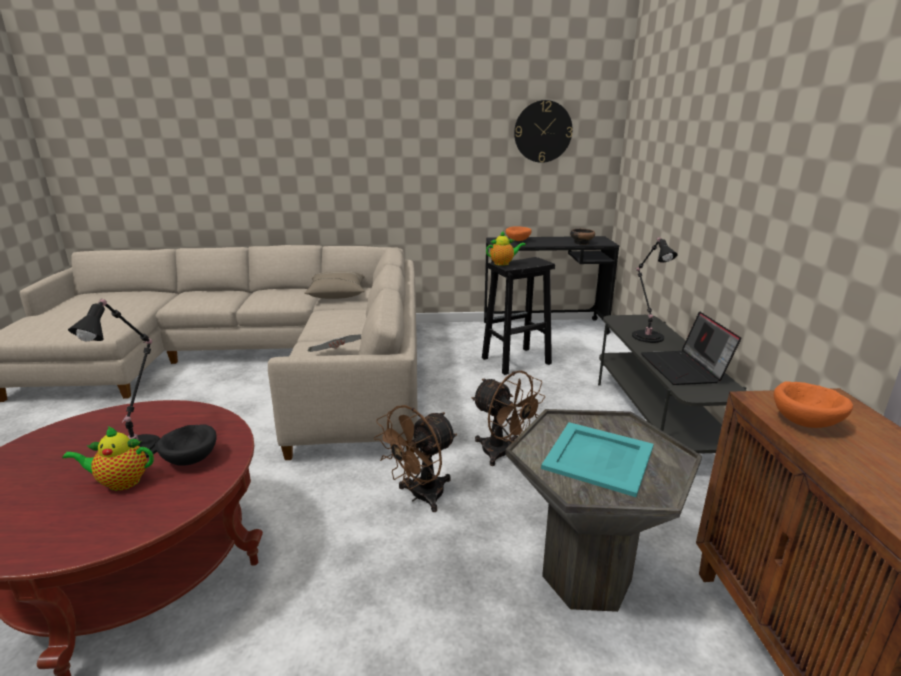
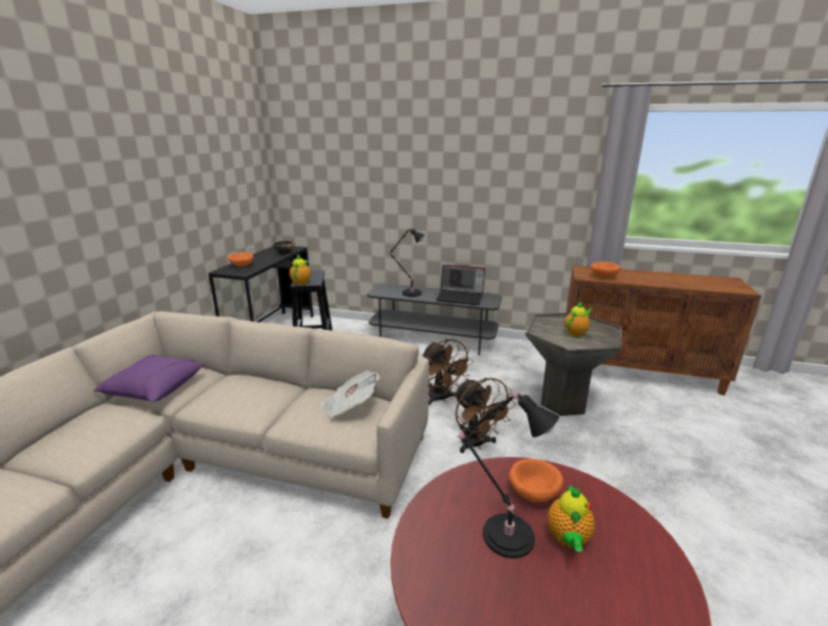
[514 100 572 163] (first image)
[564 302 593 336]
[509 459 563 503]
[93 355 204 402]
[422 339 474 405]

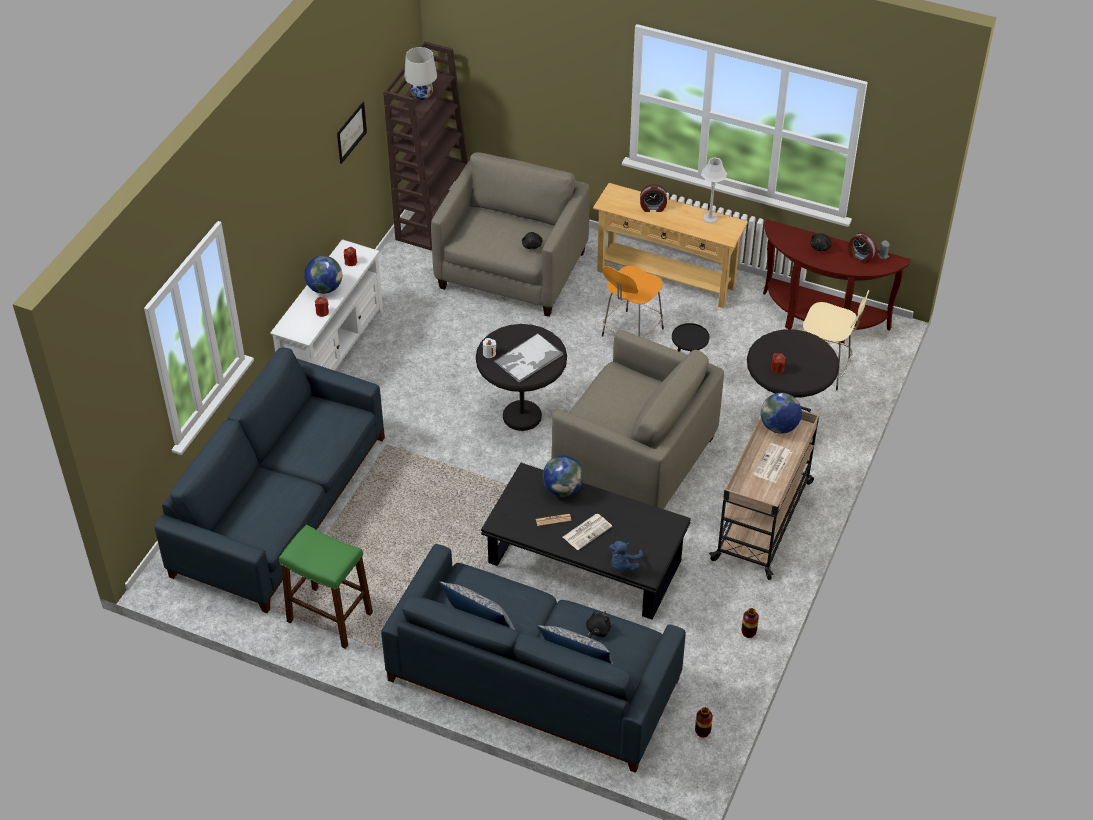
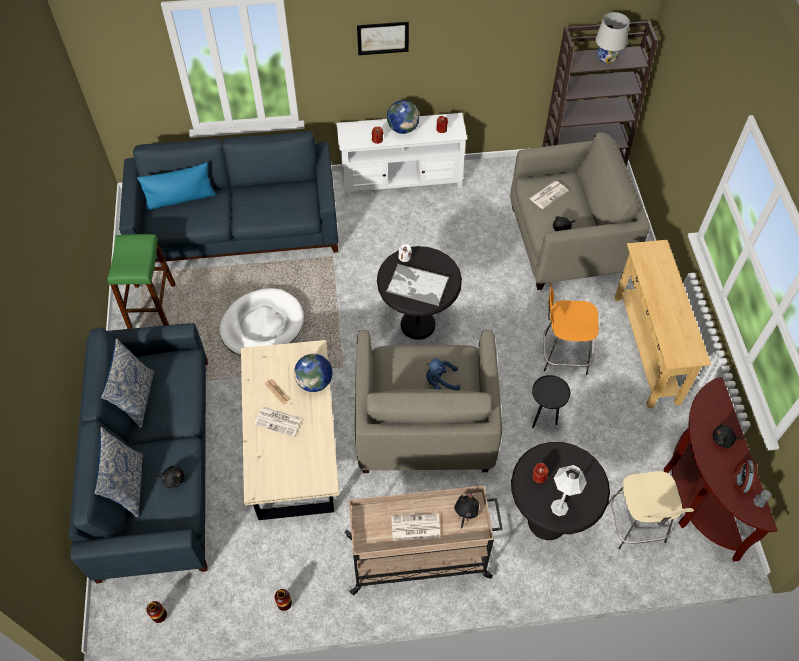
[640 184 667 212] (first image)
[137 162 216 210]
[219 288 304 355]
[529 181 569 209]
[357 22 409 55]
[426 358 460 390]
[551 465 587 516]
[454 493 479 529]
[241 340 339 520]

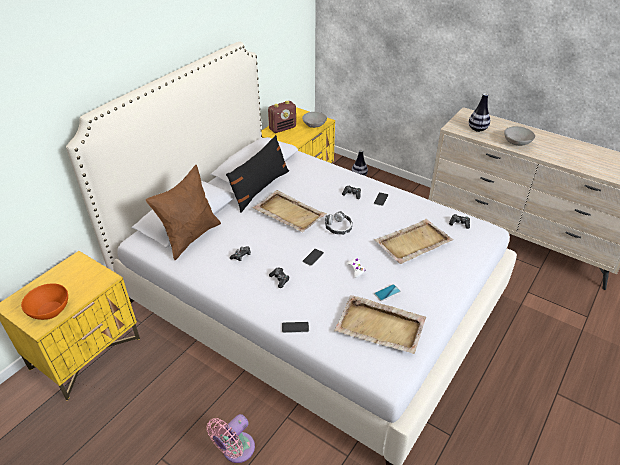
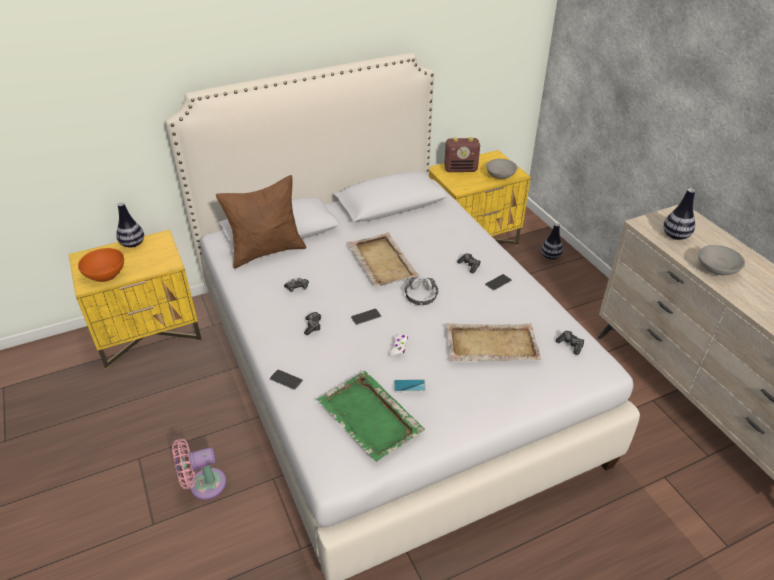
[226 135 289 213] (first image)
[116 202 144 247]
[317 371 425 462]

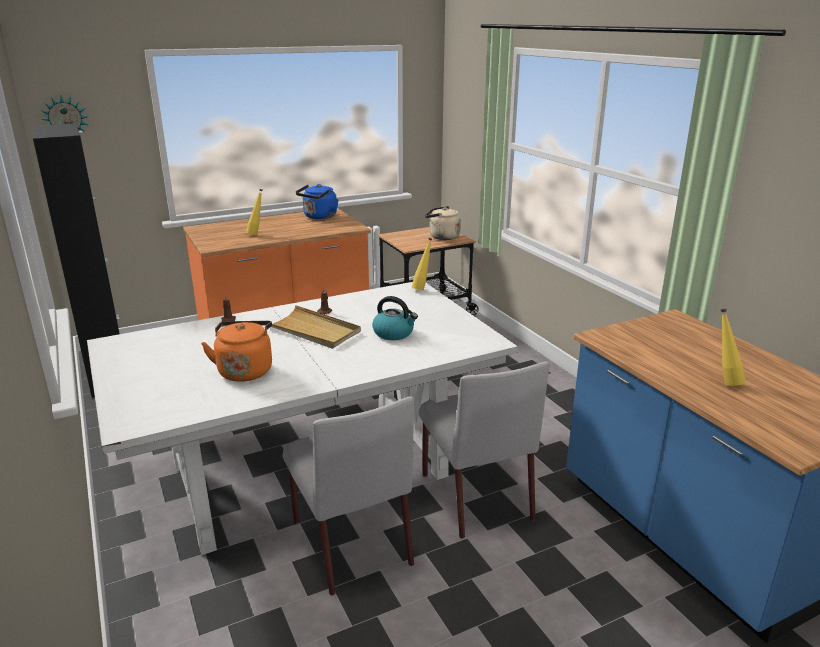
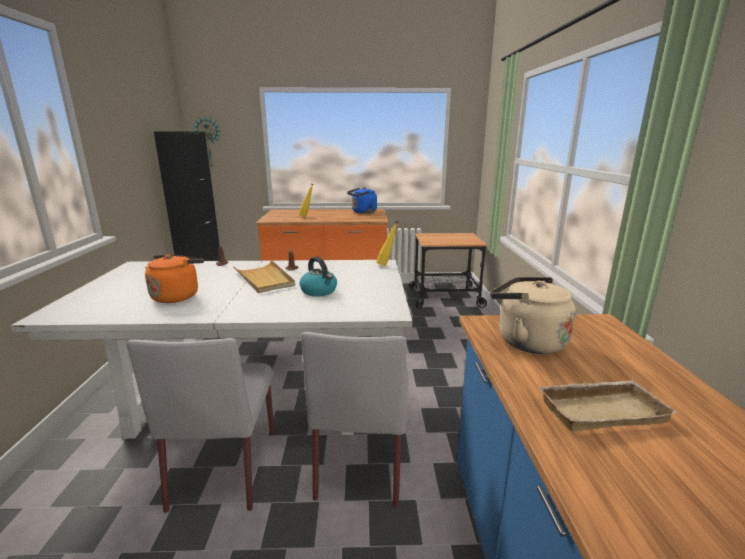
[490 277 576 354]
[537 380 678 431]

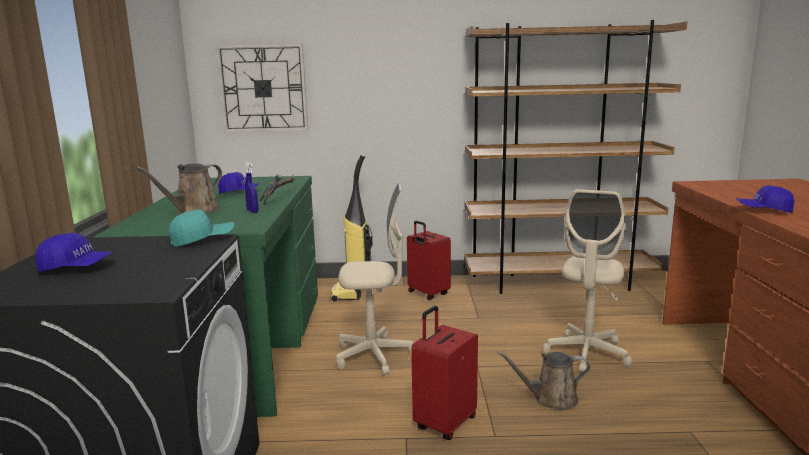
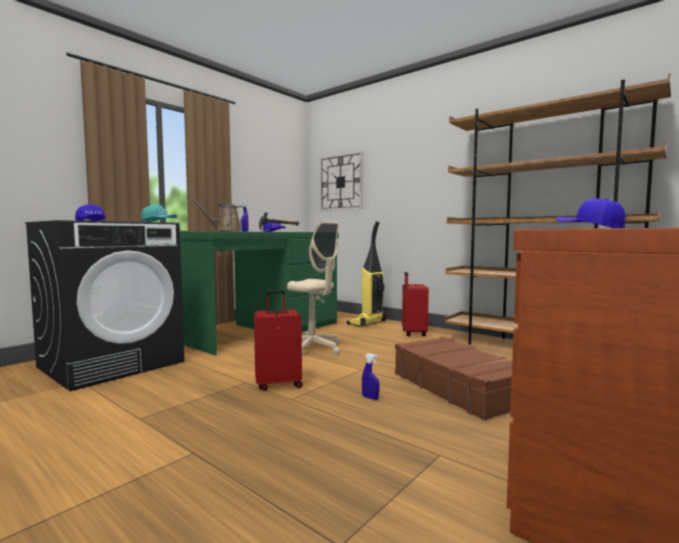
[362 353 379 400]
[395 337 512 420]

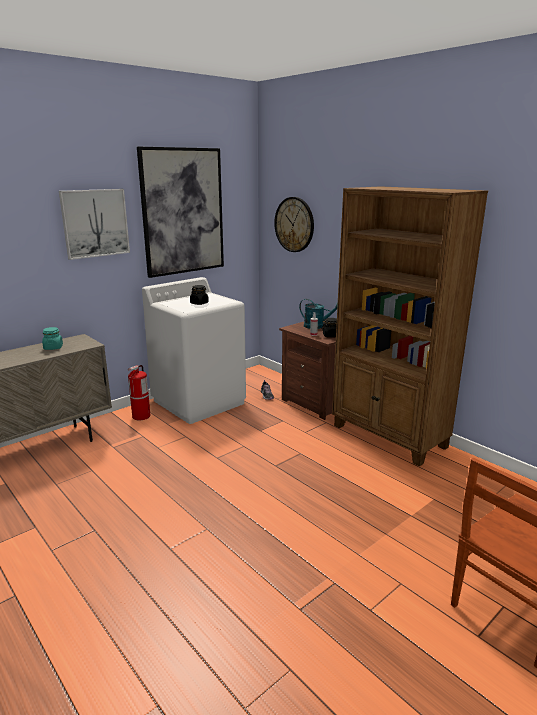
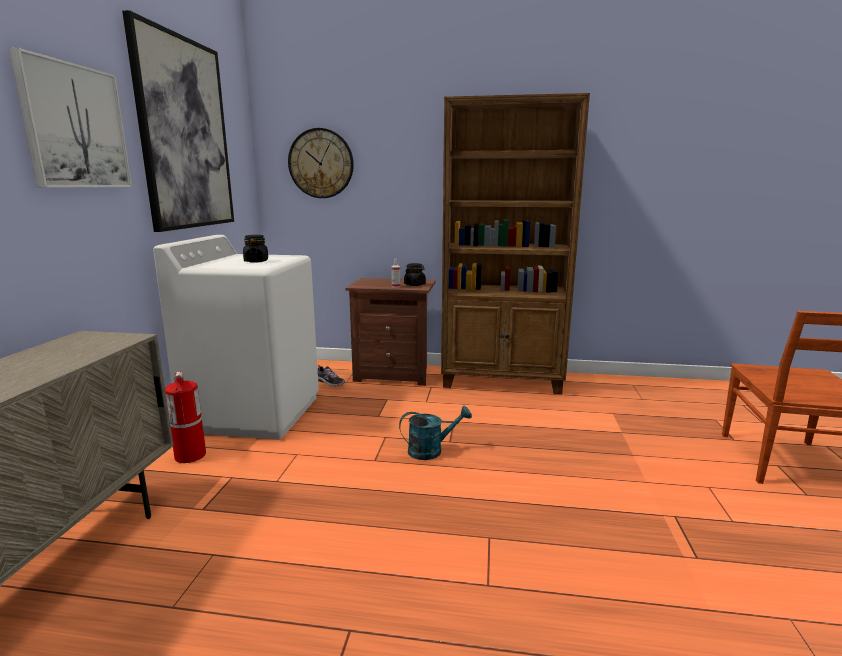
[42 327 63 350] (first image)
[399 406 472 460]

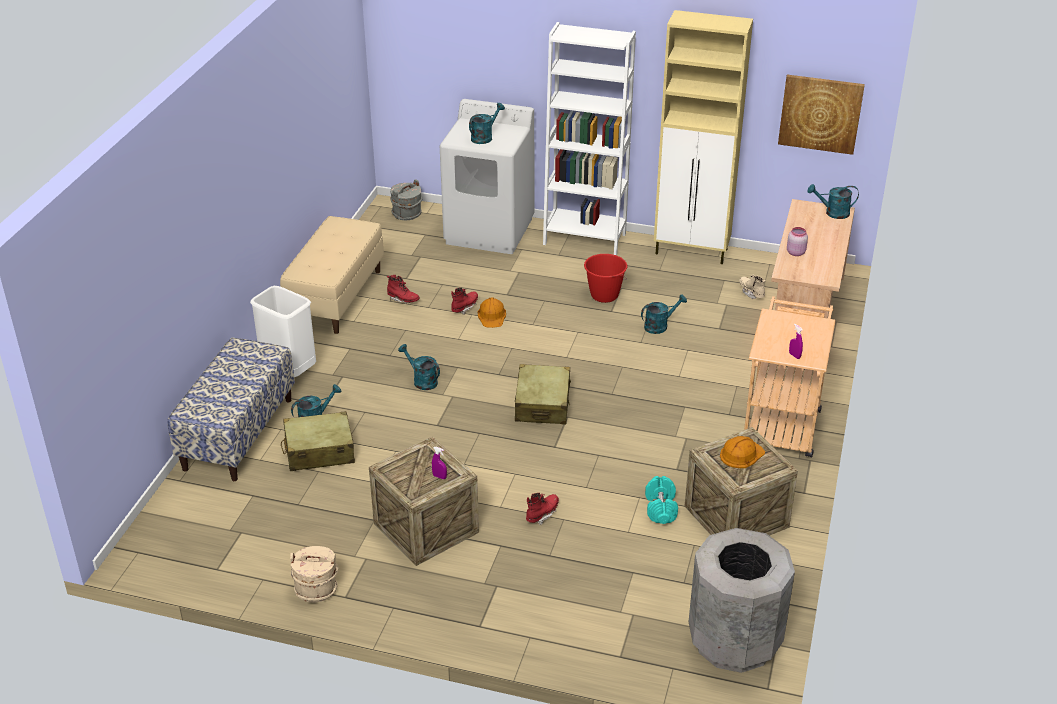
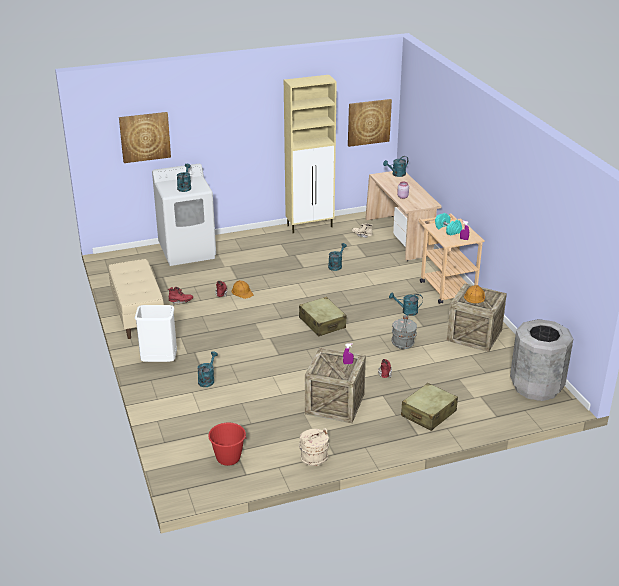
[167 337 295 481] (first image)
[543 22 636 255] (first image)
[119 112 171 163]
[401 383 458 431]
[391 315 417 349]
[389 292 423 316]
[208 423 247 466]
[435 213 462 235]

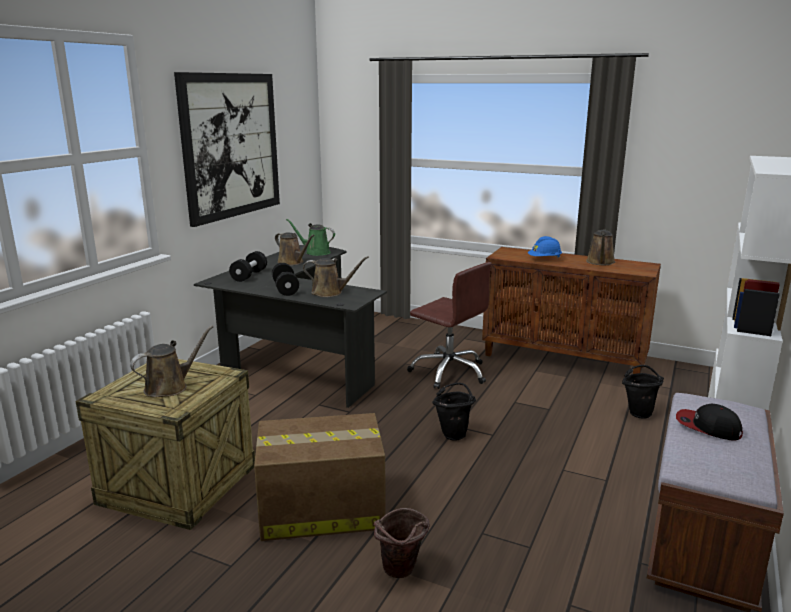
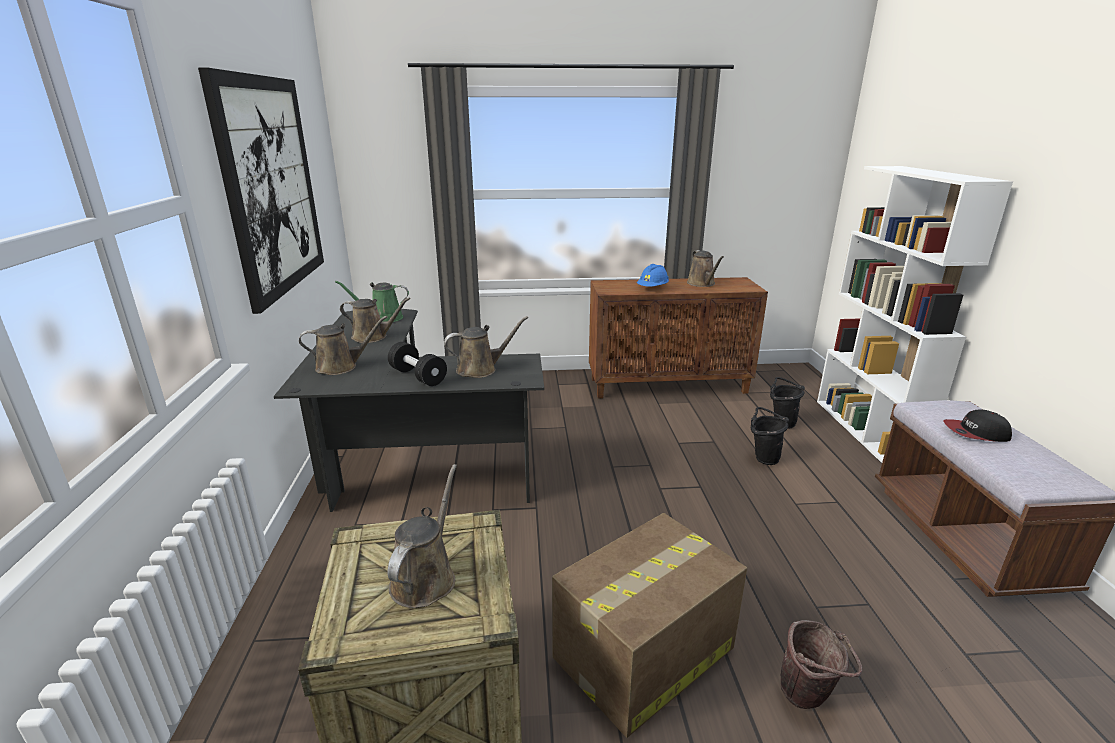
[407 262 492 389] (first image)
[751 407 789 465]
[299 316 388 375]

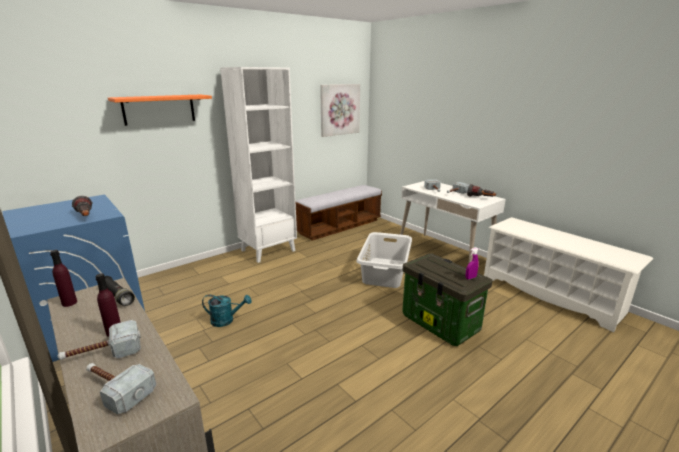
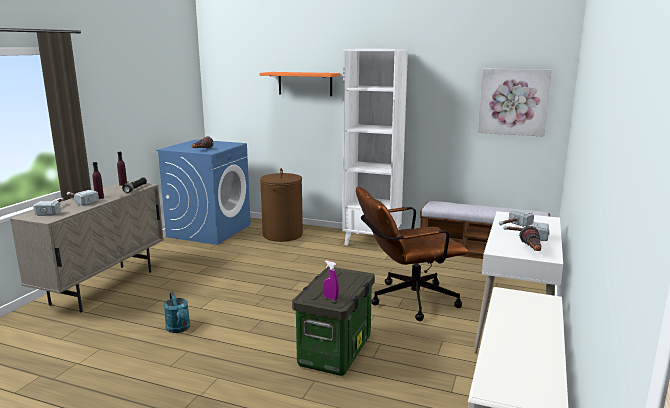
[260 168 303 242]
[163 292 190 333]
[356 187 468 321]

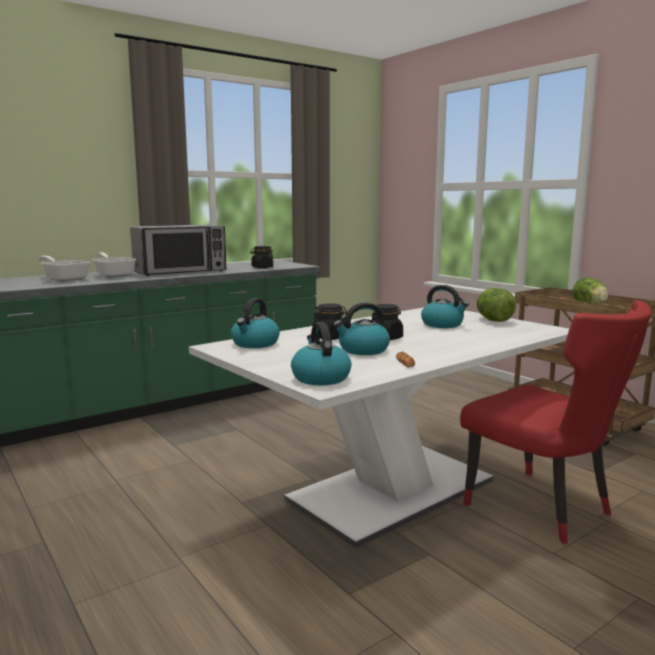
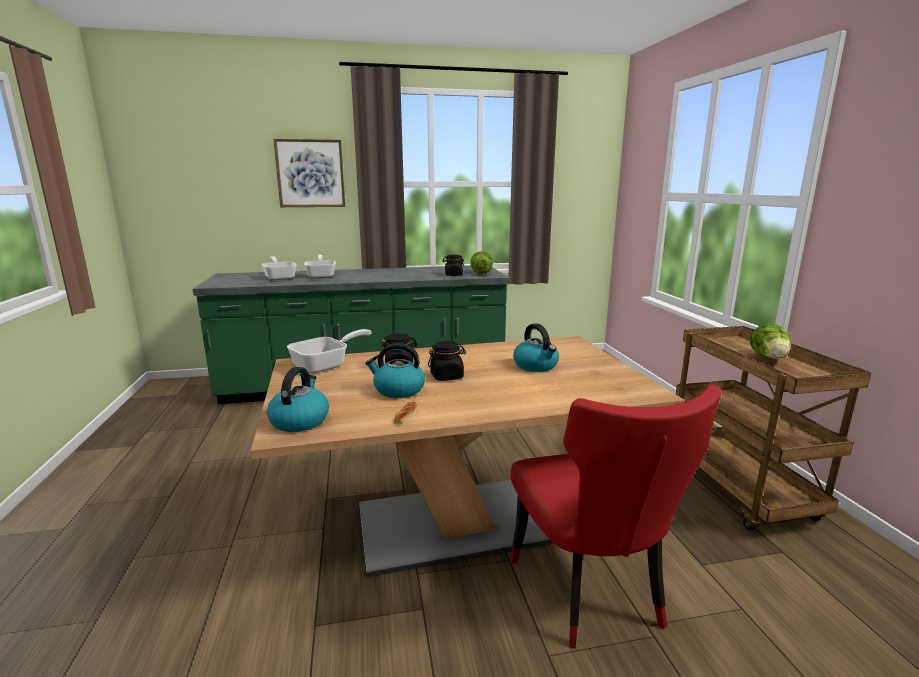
[130 225 226 276] (first image)
[273 139 345 207]
[470 251 493 274]
[287 329 372 373]
[251 336 685 577]

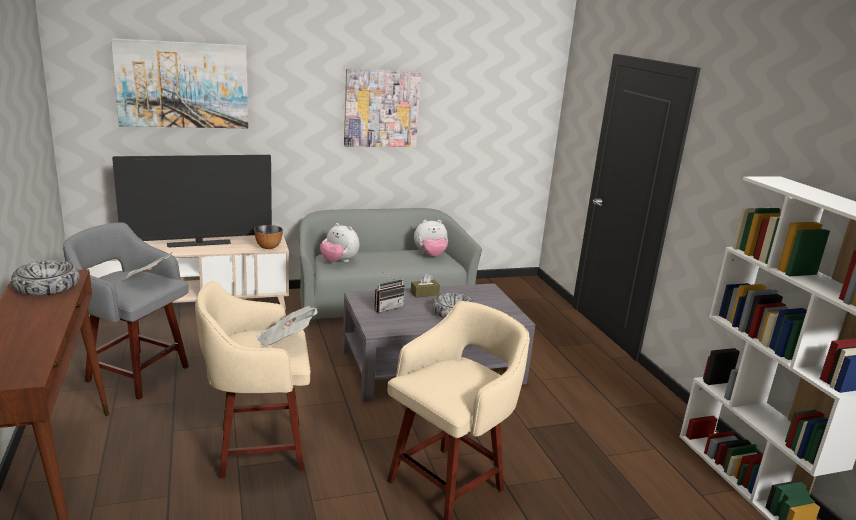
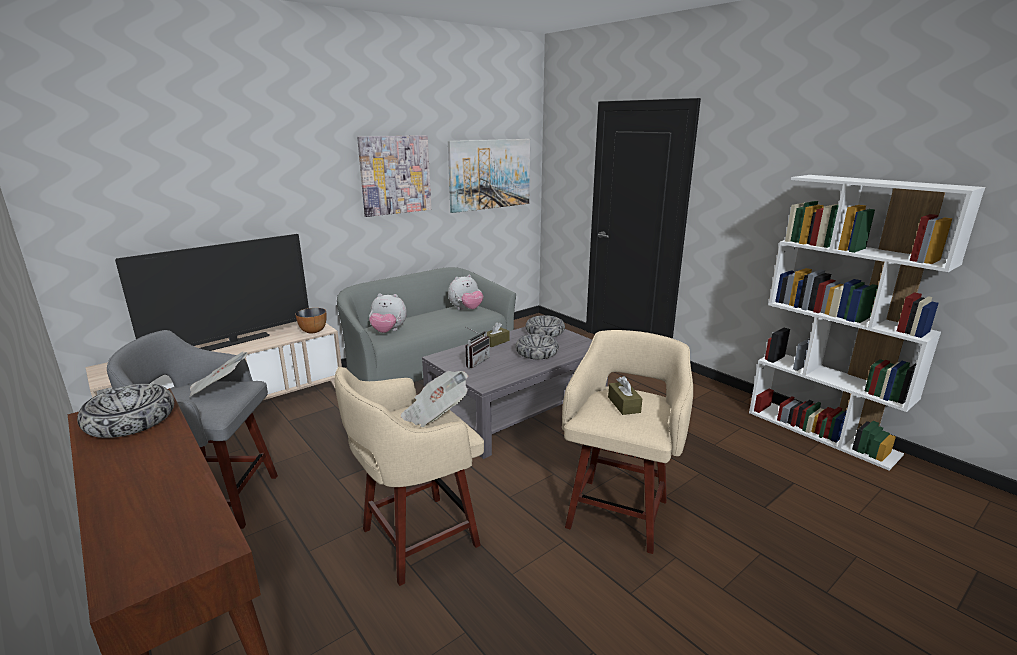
[526 315 565 337]
[608 376 642 415]
[448 139 530 213]

